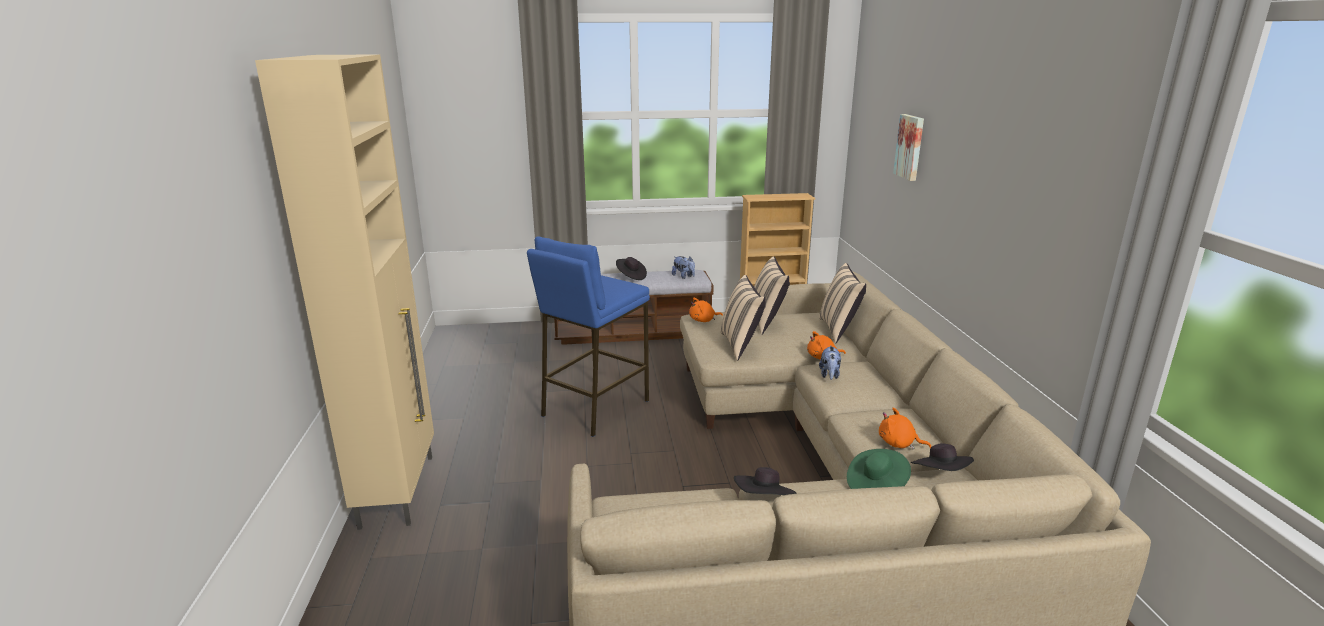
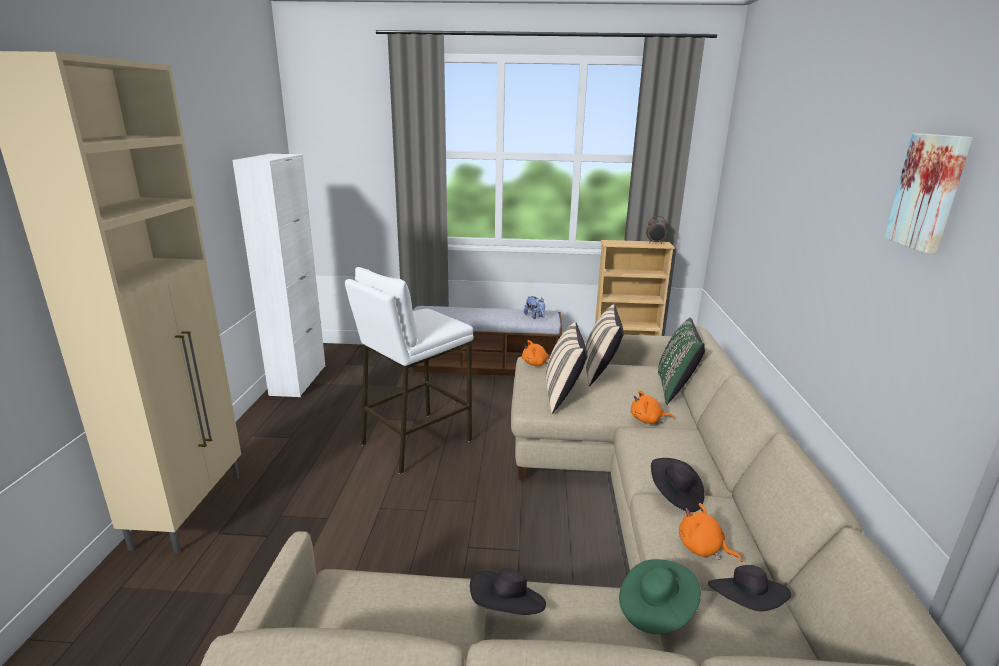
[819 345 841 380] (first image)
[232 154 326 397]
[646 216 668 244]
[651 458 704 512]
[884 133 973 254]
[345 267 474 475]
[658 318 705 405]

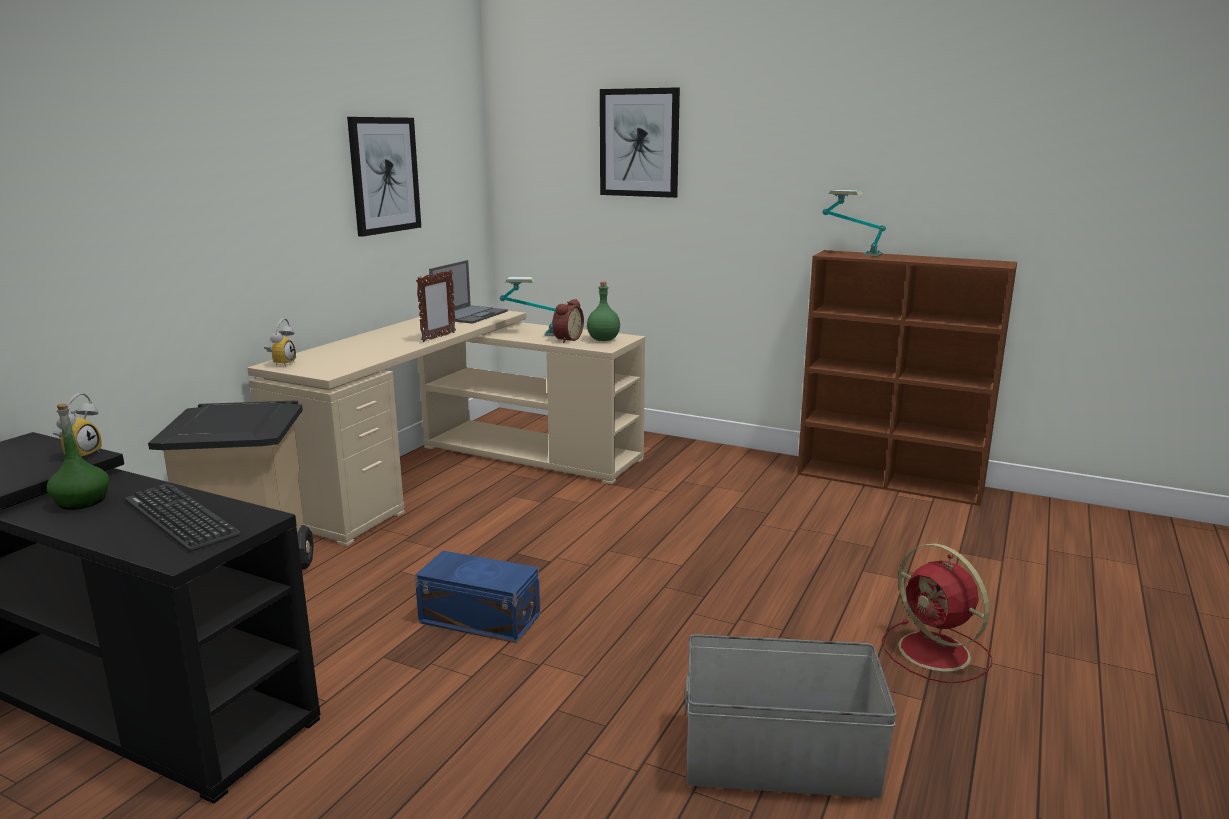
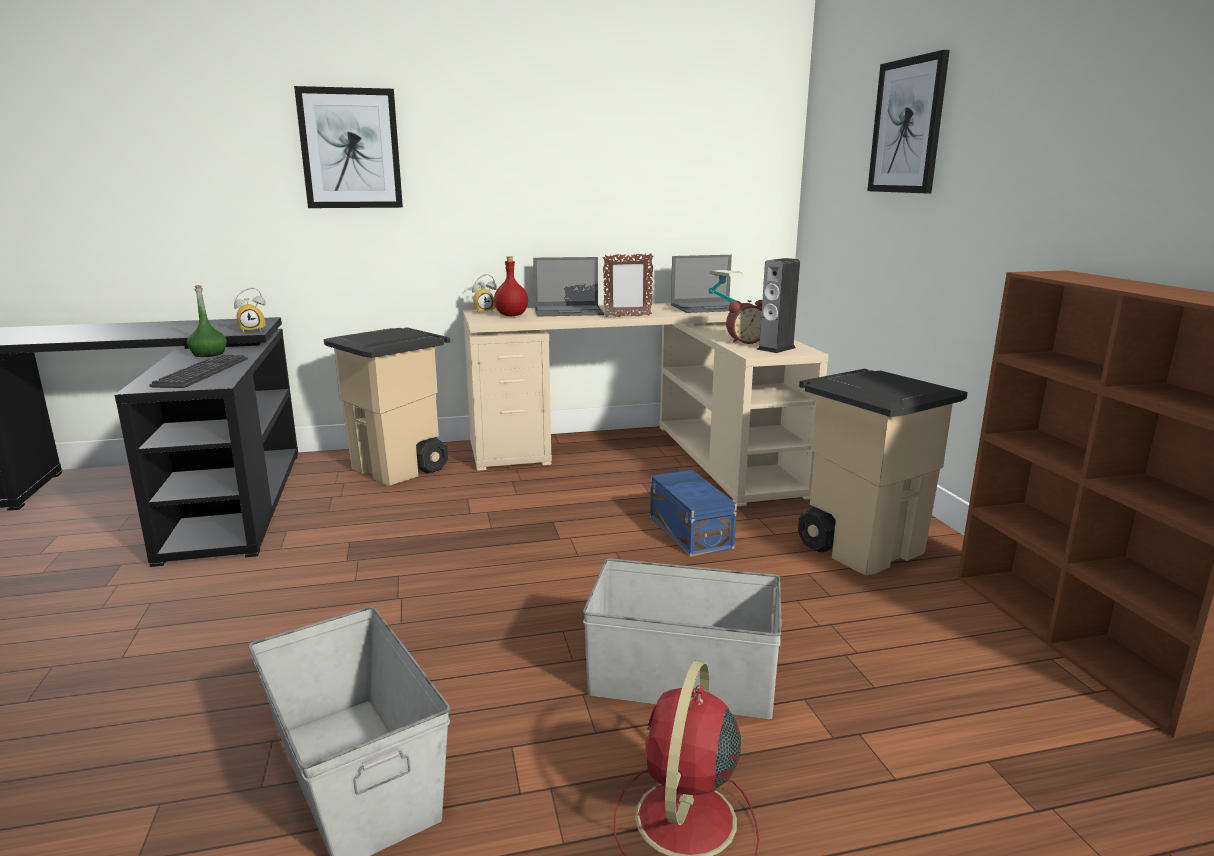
[822 190 886 257] (first image)
[494 256 528 316]
[533 257 604 317]
[583 559 782 719]
[798 369 968 575]
[294 86 403 208]
[650 470 737 557]
[757 258 800 353]

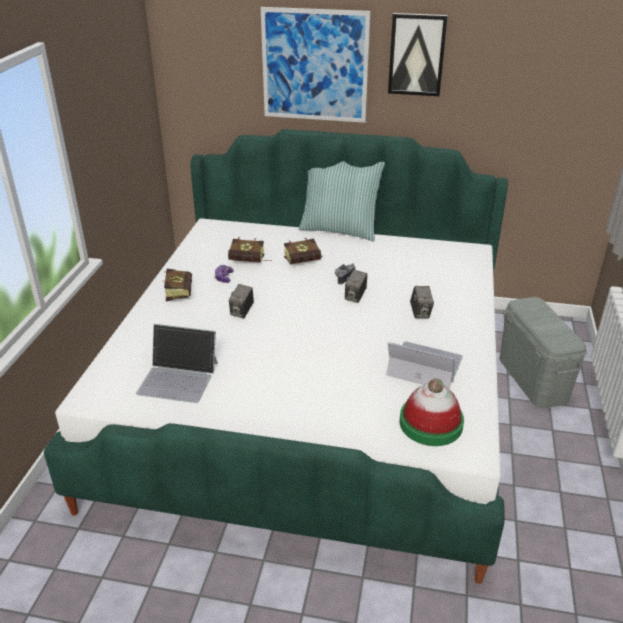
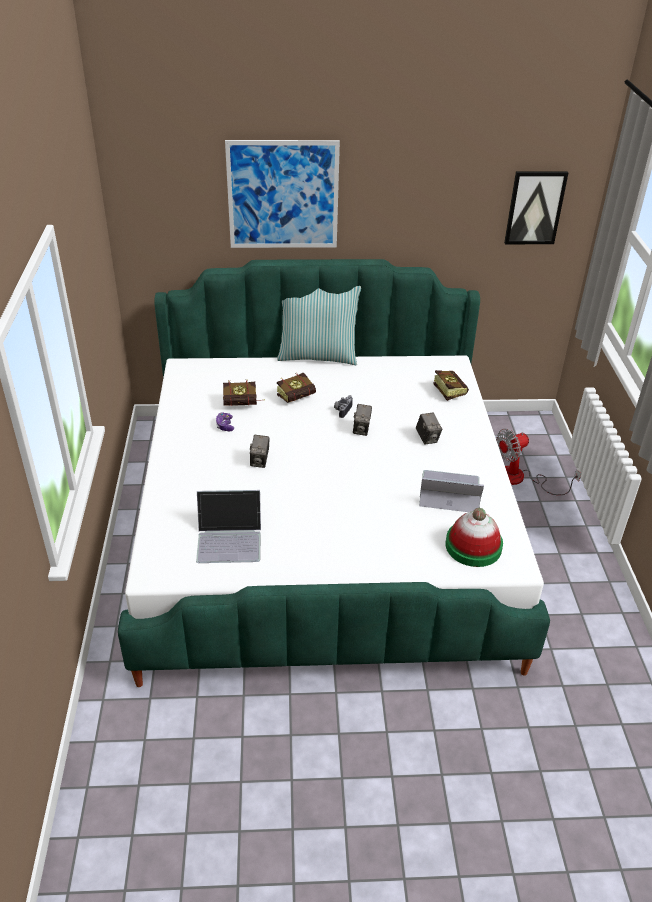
[433 370 469 401]
[504 171 568 244]
[496 429 581 495]

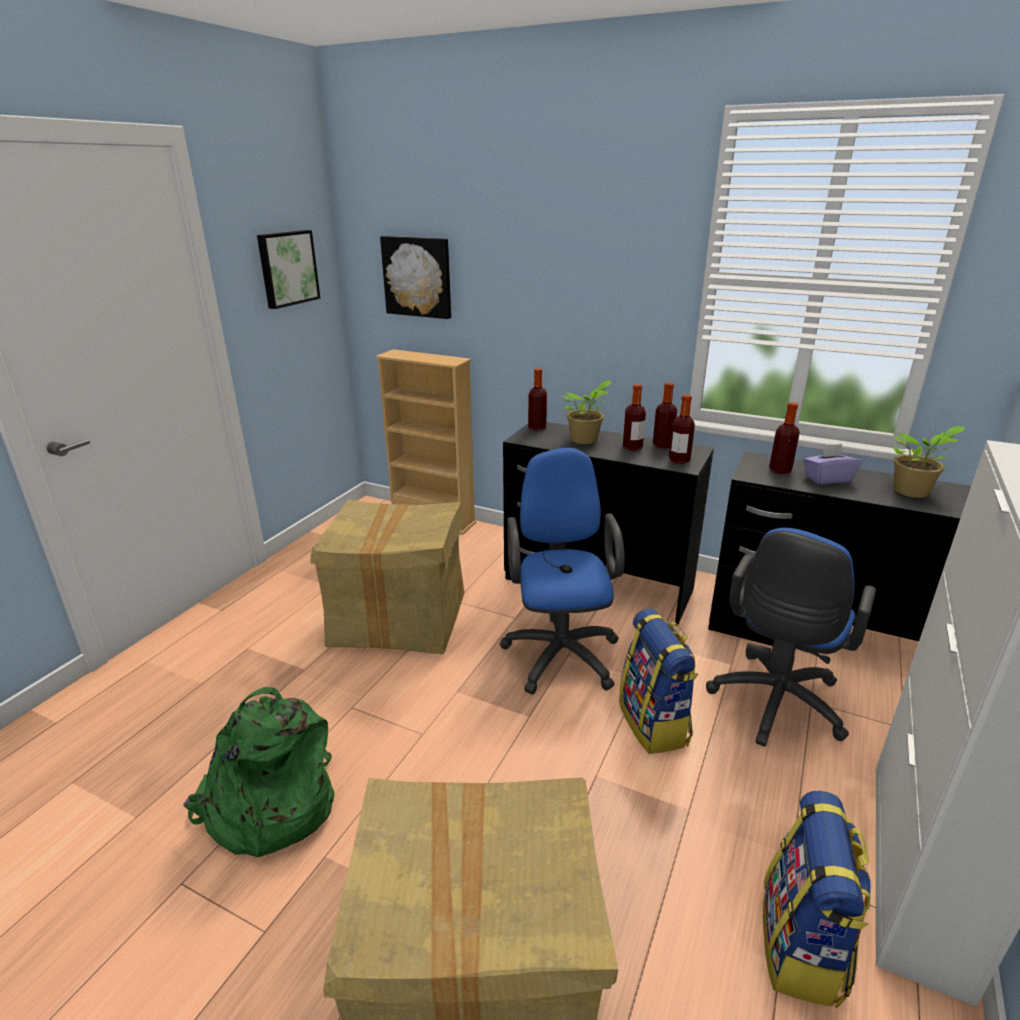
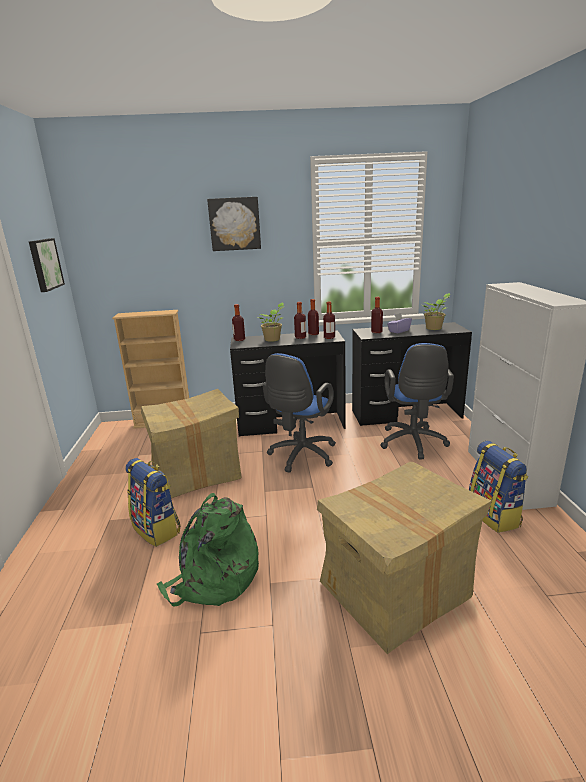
[207 197 261 251]
[125 458 181 547]
[263 353 336 473]

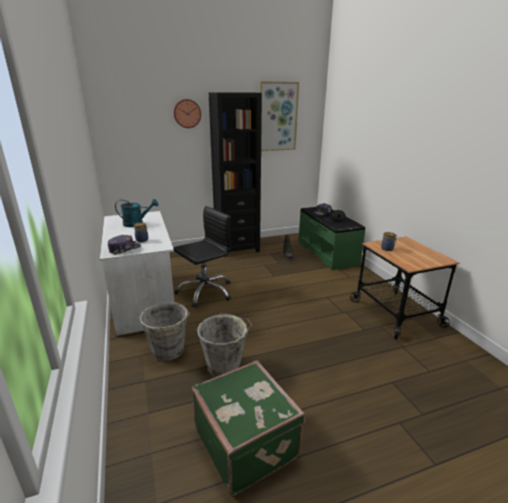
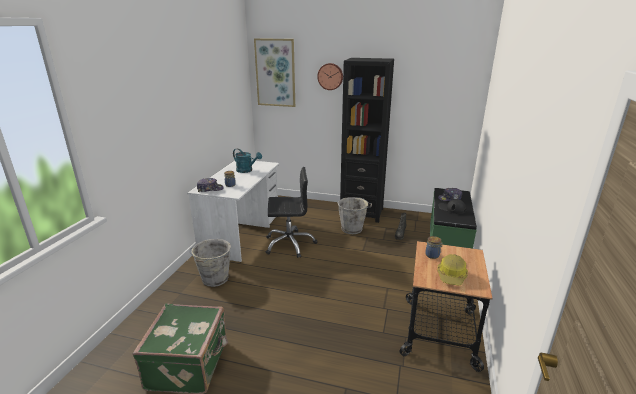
[437 254 468 286]
[338 197 372 234]
[254 38 295 107]

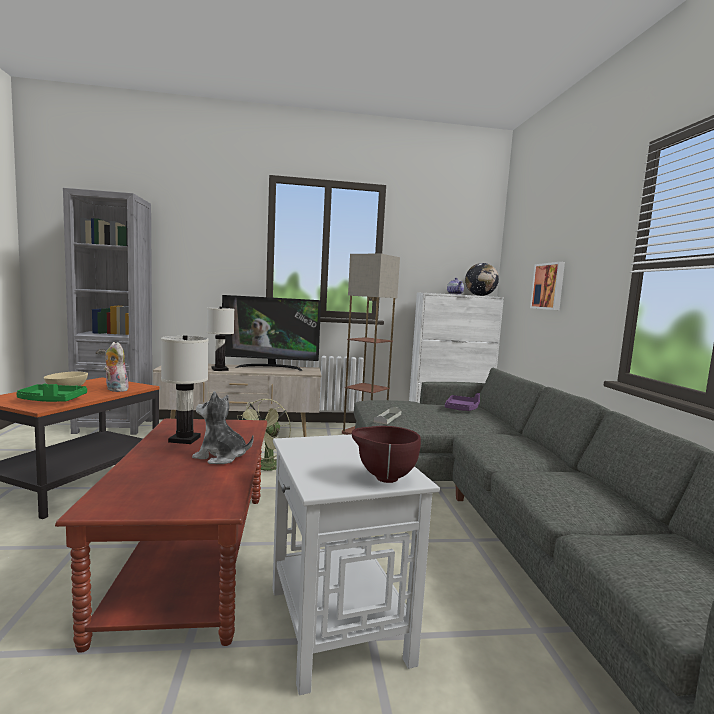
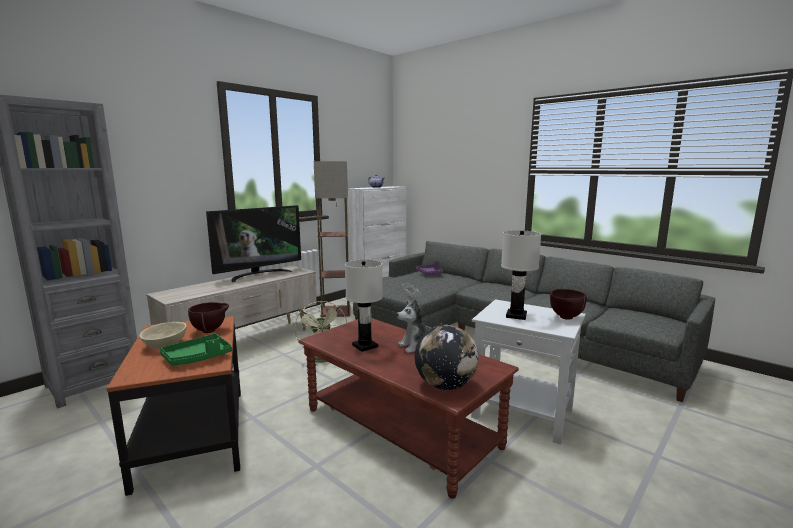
[530 262 565 310] (first image)
[501 230 541 320]
[415 325 479 390]
[188 302 229 333]

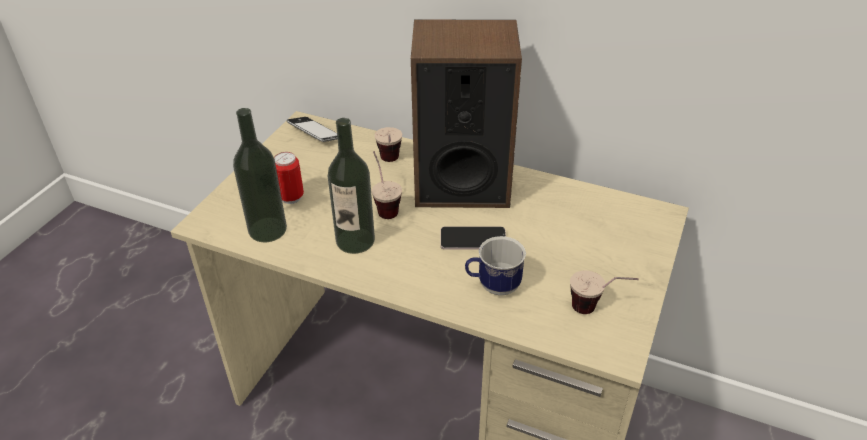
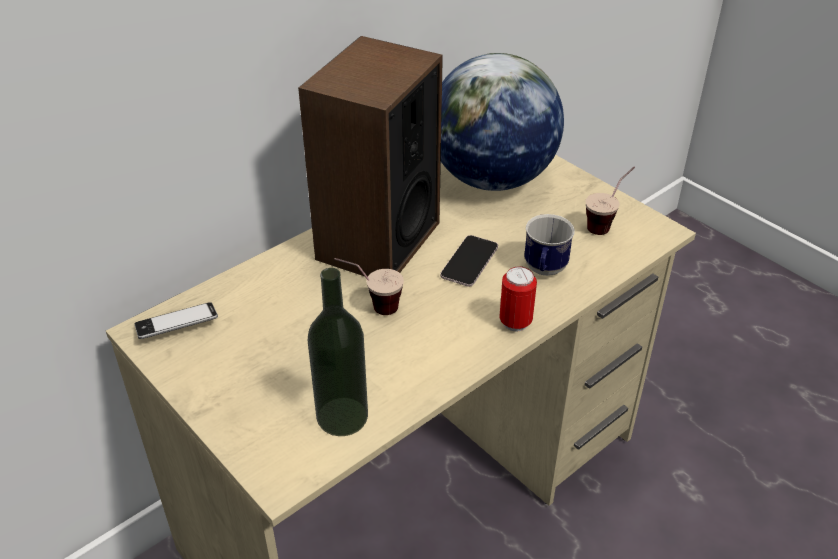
[328 118 375 254] (first image)
[375 127 402 162] (first image)
[441 53 564 191]
[500 266 537 332]

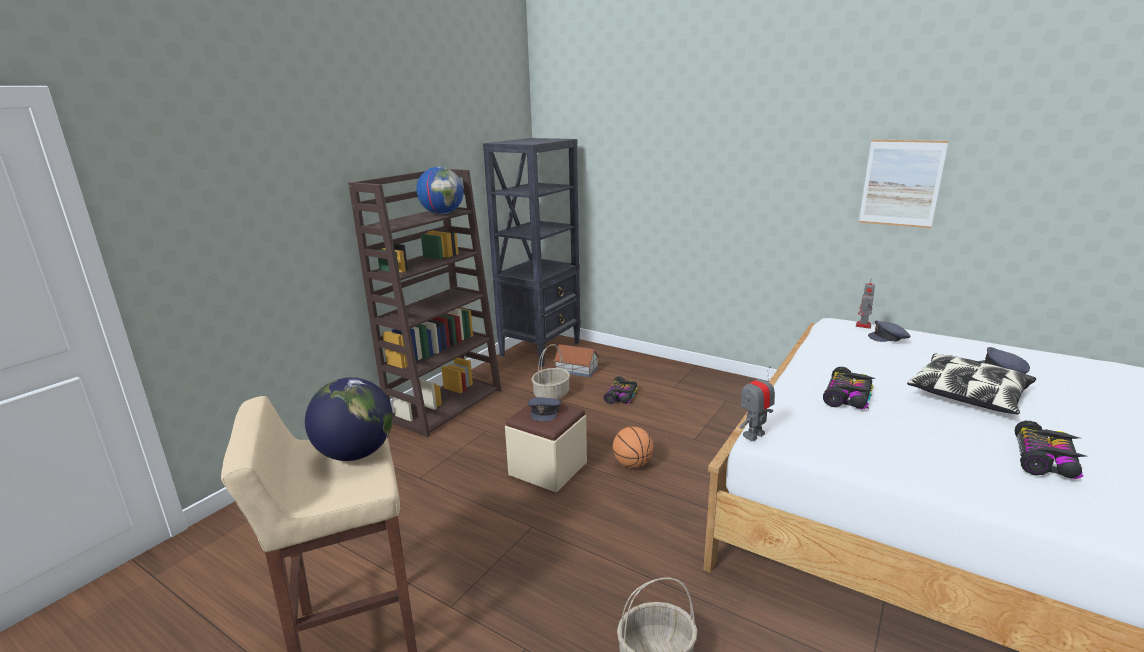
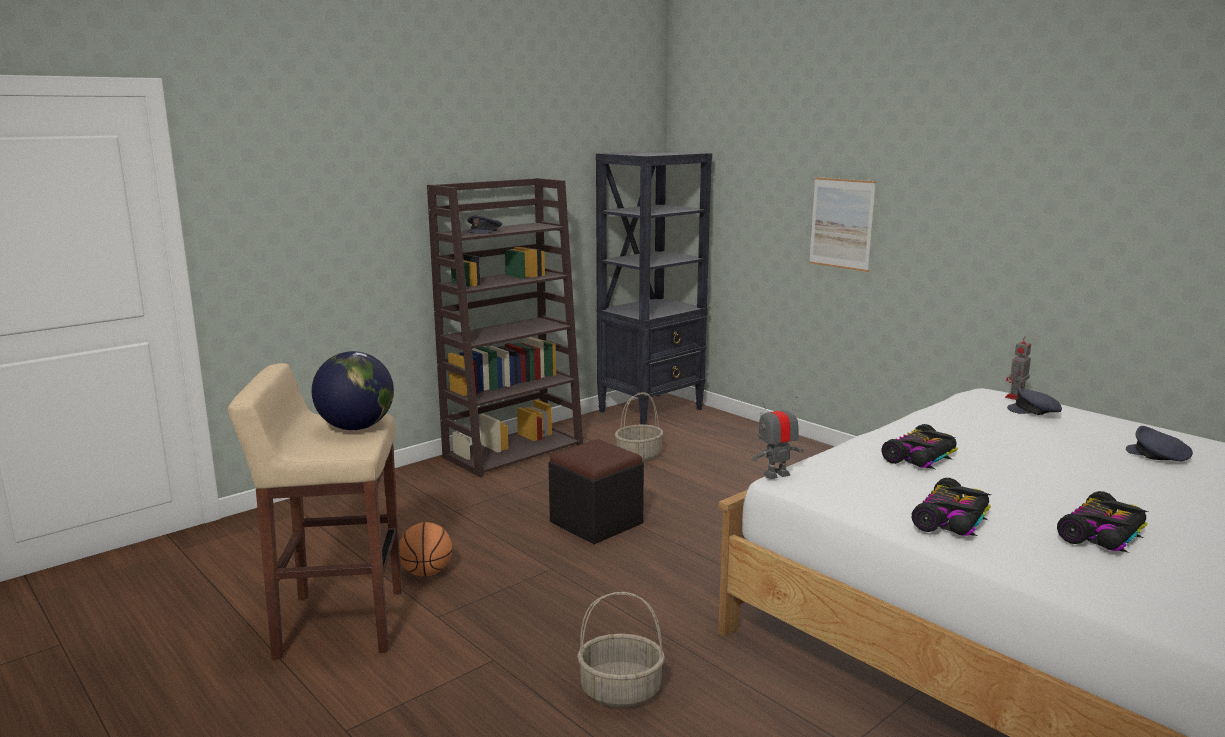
[416 167 464 214] (first image)
[554 344 600 377] (first image)
[907 354 1036 415] (first image)
[467 215 502 234]
[912 478 991 536]
[399 522 453 577]
[809 177 876 272]
[549 439 644 544]

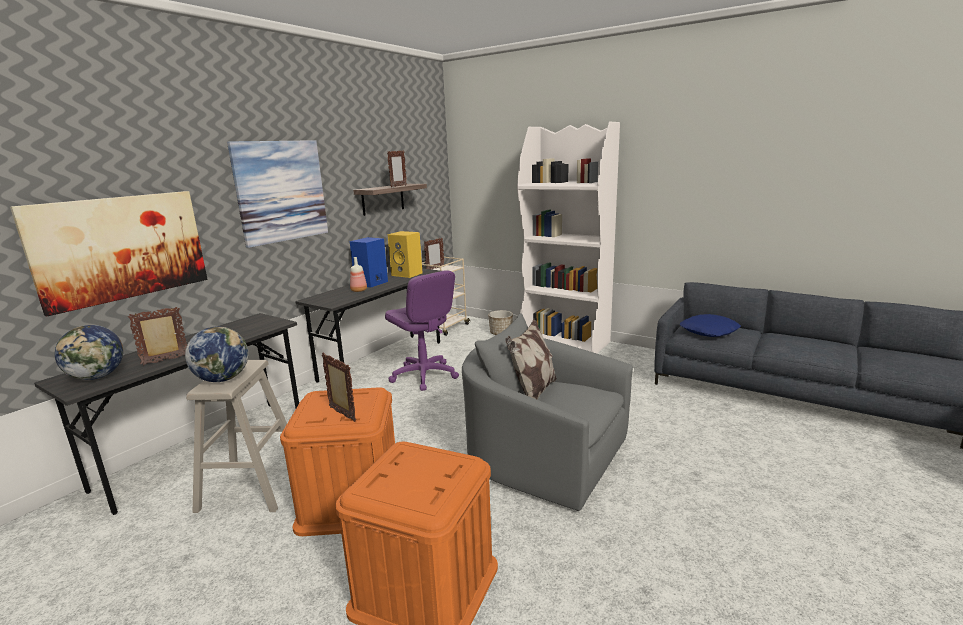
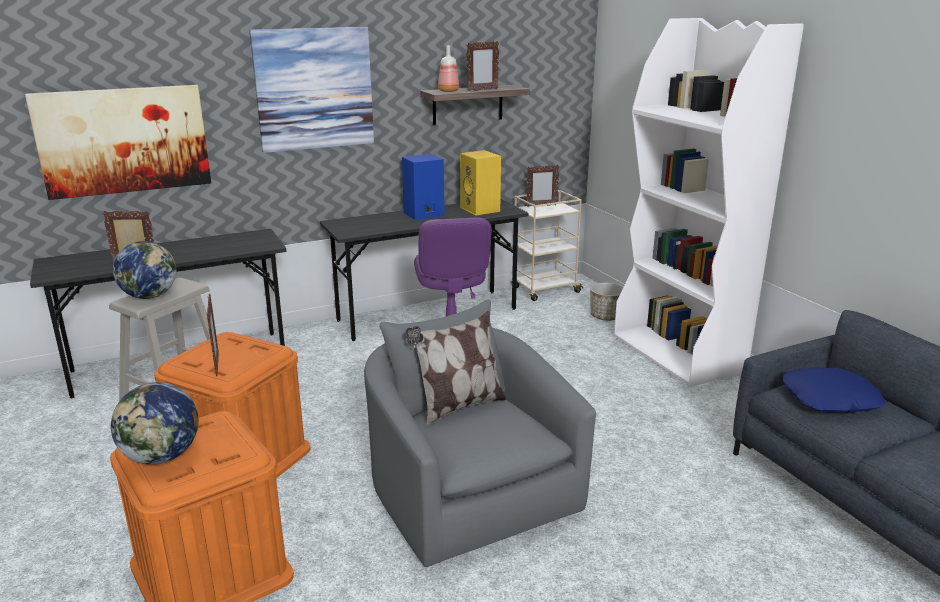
[111 382 198 465]
[438 45 459 92]

